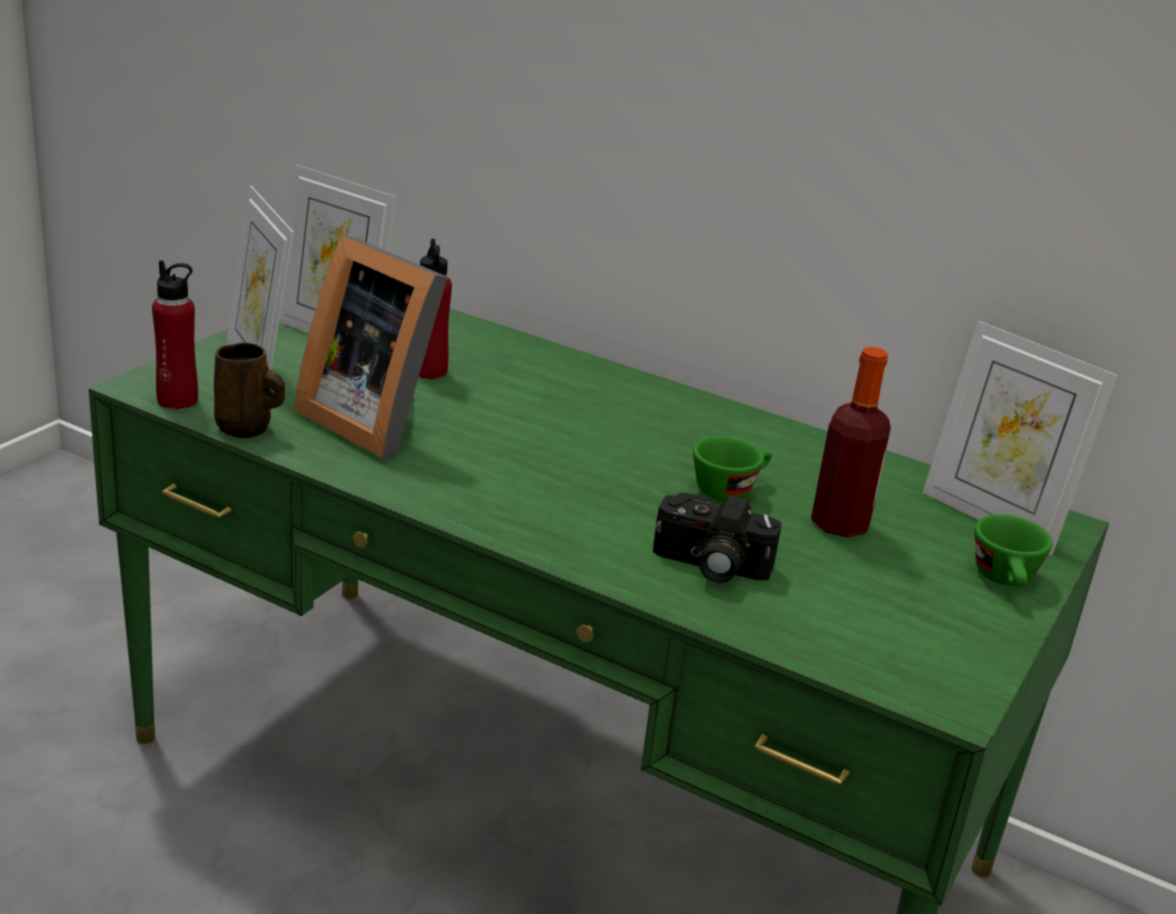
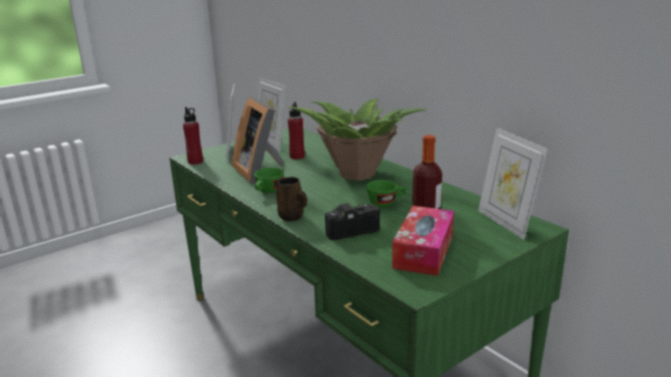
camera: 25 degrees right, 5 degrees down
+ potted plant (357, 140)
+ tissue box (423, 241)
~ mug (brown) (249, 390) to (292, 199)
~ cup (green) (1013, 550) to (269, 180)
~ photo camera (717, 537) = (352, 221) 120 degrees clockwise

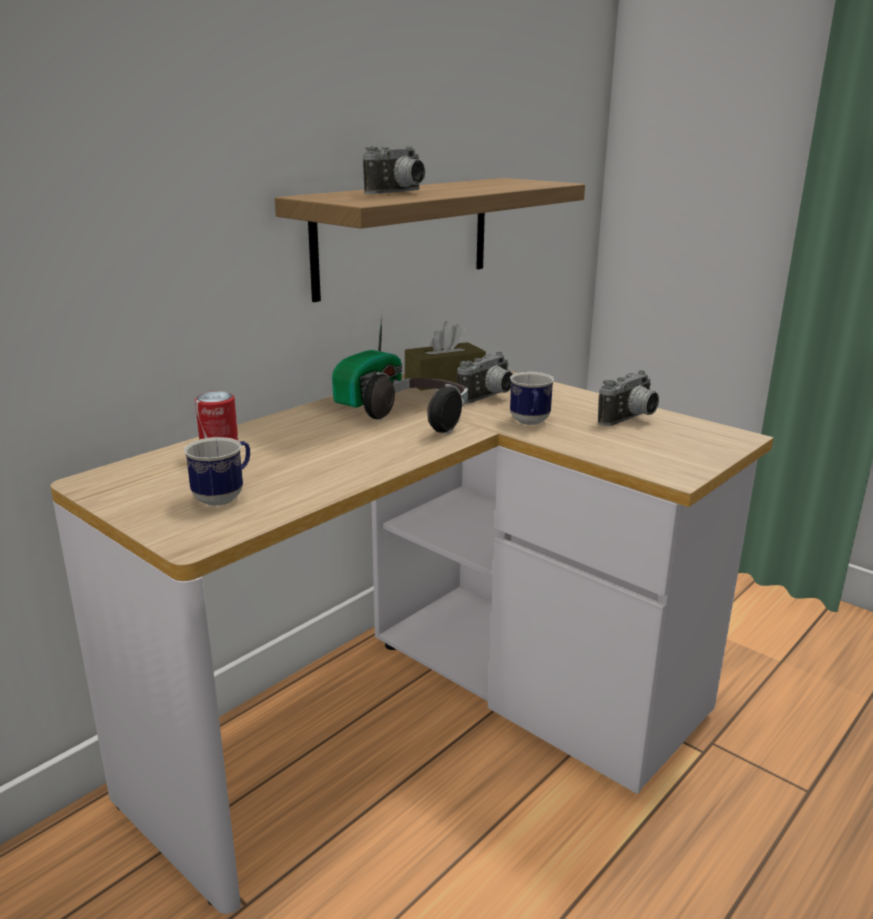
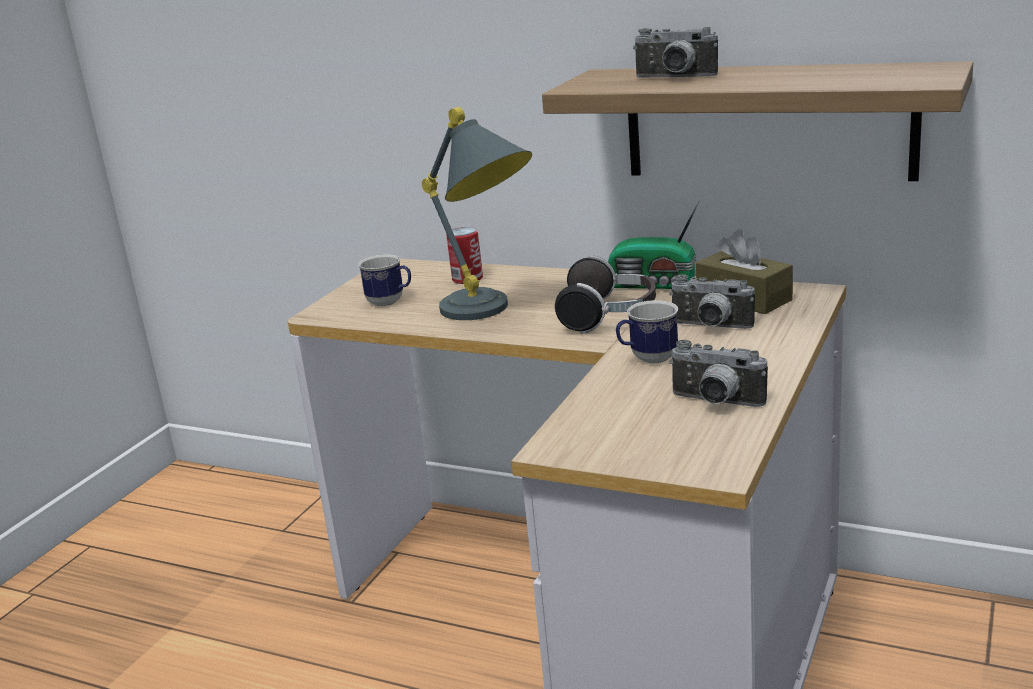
camera: 75 degrees right, 0 degrees up
+ table lamp (grey) (477, 213)

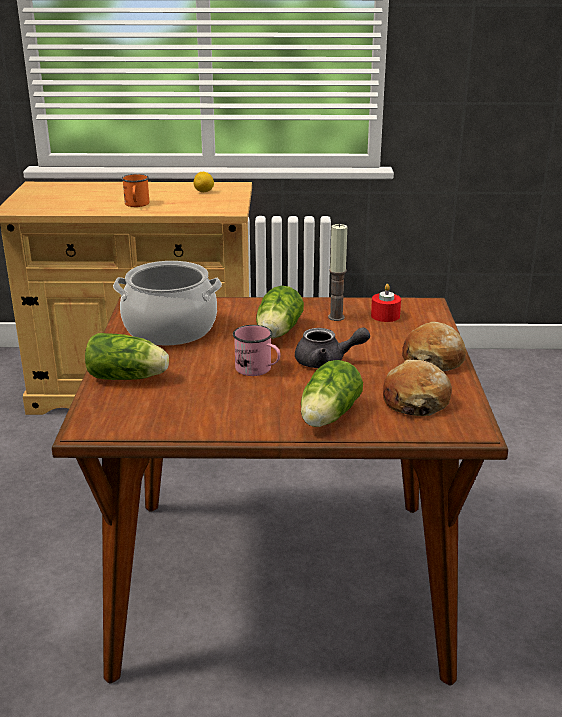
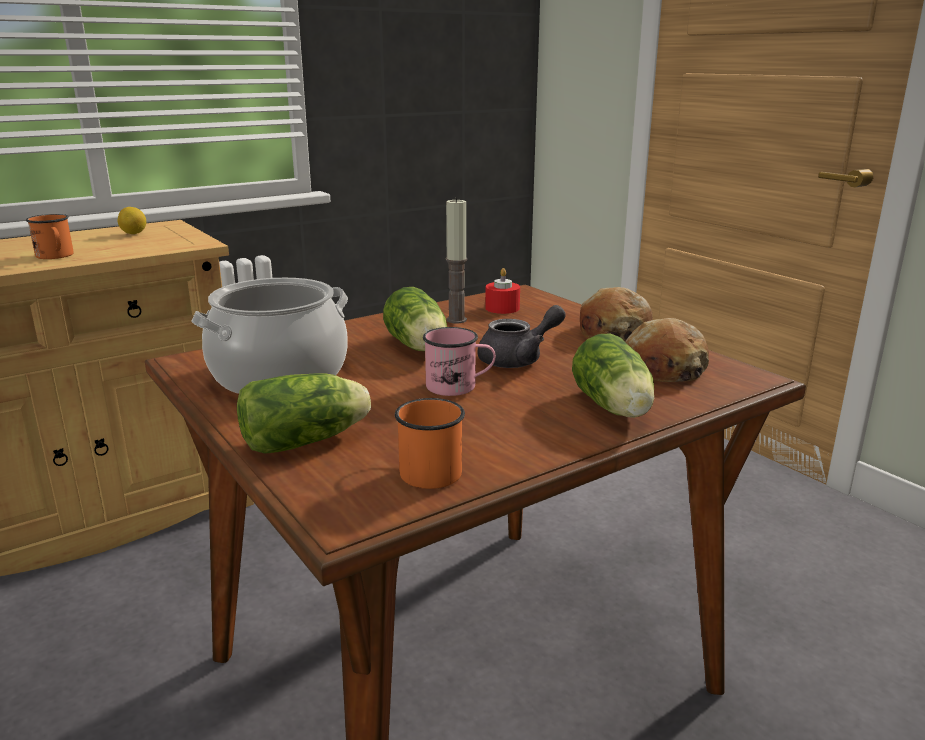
camera: 35 degrees left, 5 degrees down
+ mug (orange) (430, 443)

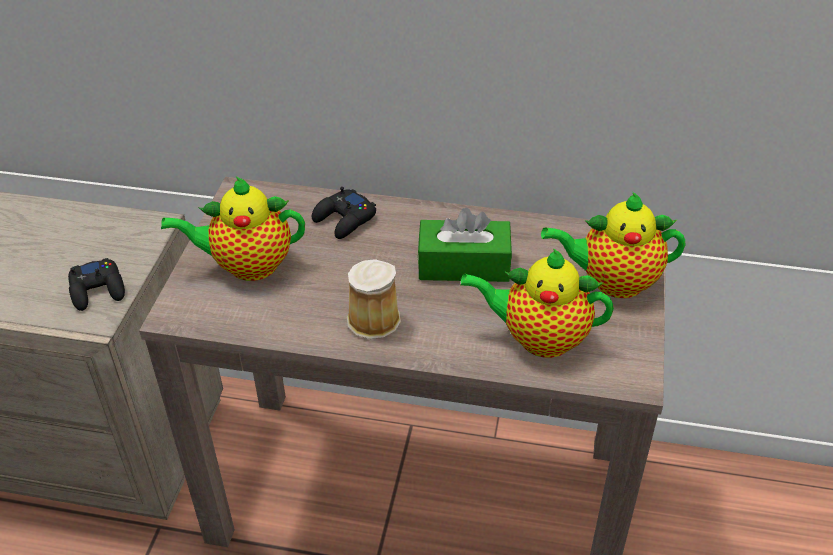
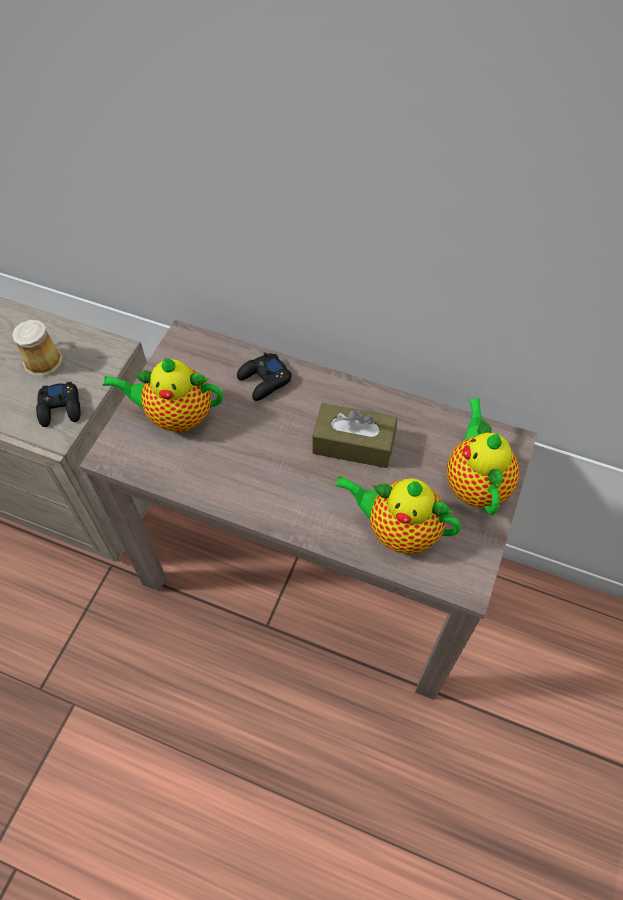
camera: 10 degrees right, 15 degrees up
~ mug (374, 299) to (37, 347)
~ tissue box (green) (465, 245) to tissue box (brown) (354, 435)
~ teapot (613, 245) = (483, 456) 75 degrees clockwise

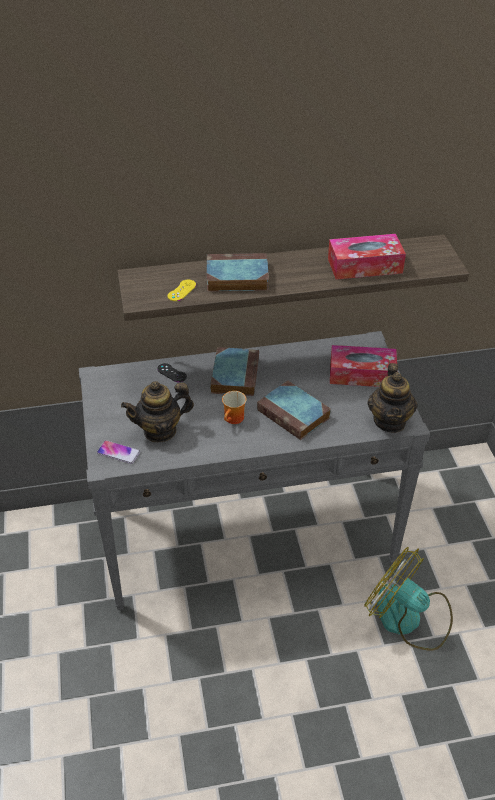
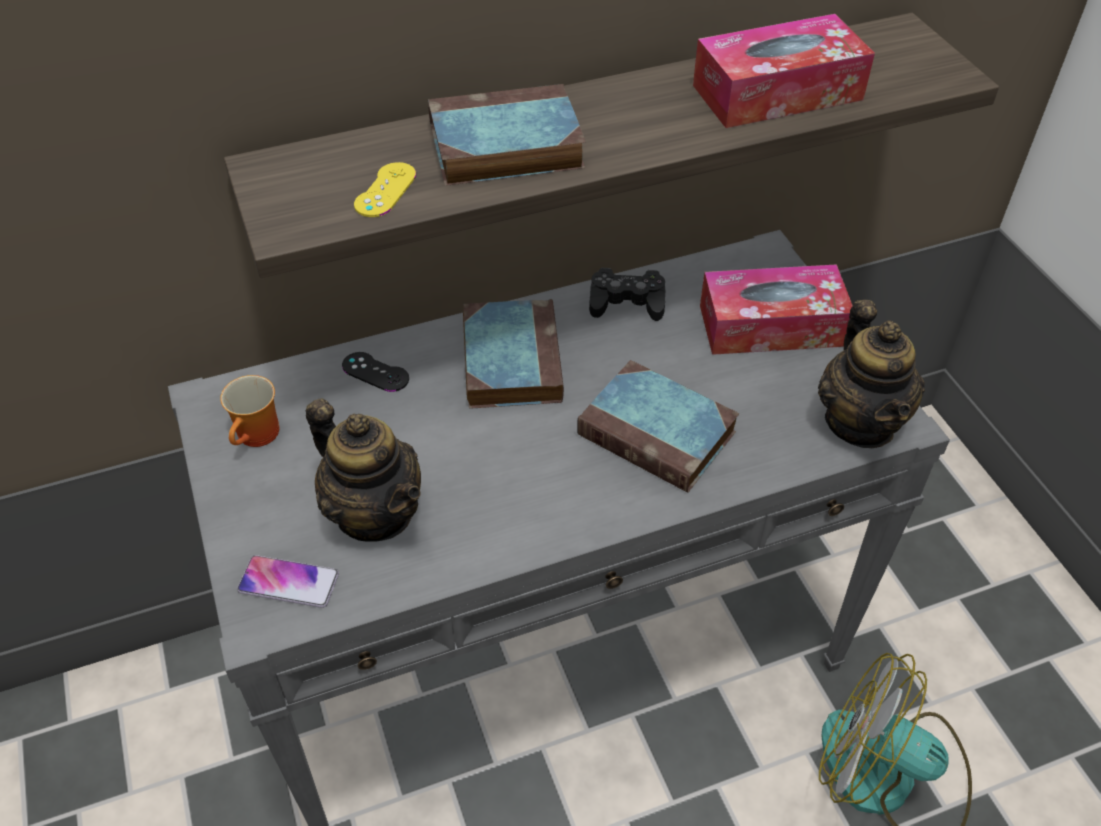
camera: 10 degrees left, 5 degrees up
+ game controller (black) (627, 294)
~ mug (234, 407) to (249, 411)
~ teapot (157, 411) = (363, 470) 105 degrees counterclockwise

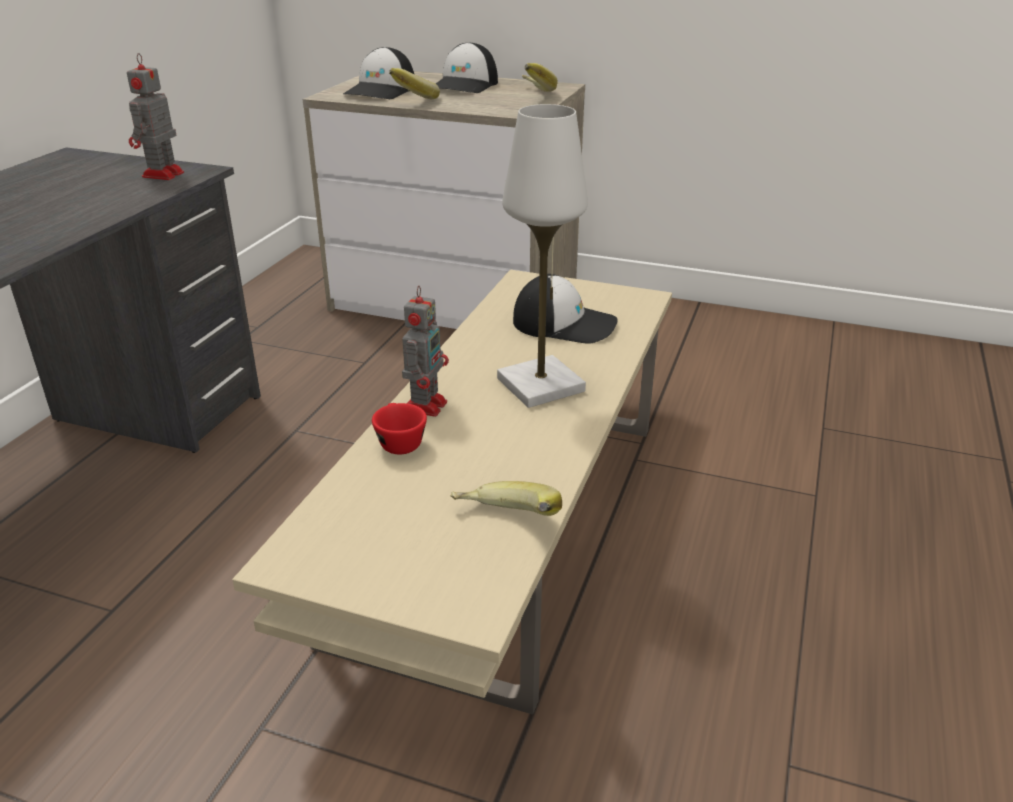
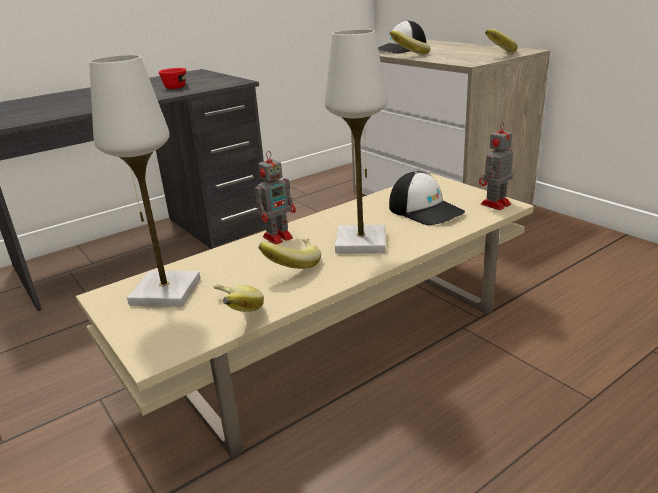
camera: 35 degrees right, 5 degrees down
- cap (467, 67)
+ table lamp (white) (144, 181)
+ banana (290, 253)
~ toy robot (155, 116) to (496, 166)
~ cup (red) (399, 428) to (172, 78)

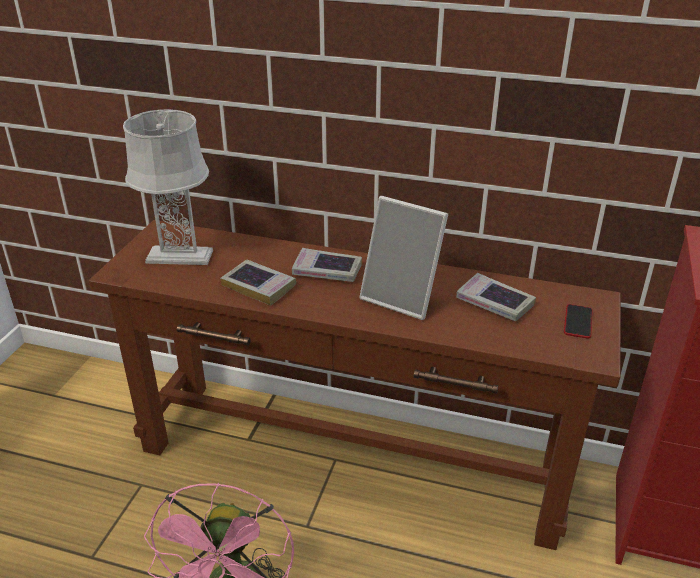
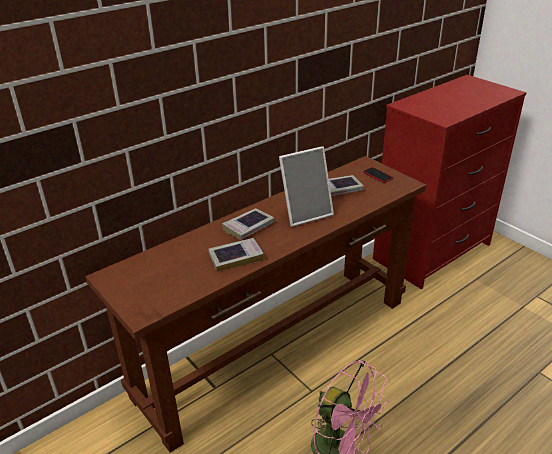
camera: 55 degrees left, 0 degrees up
- table lamp (grey) (168, 187)

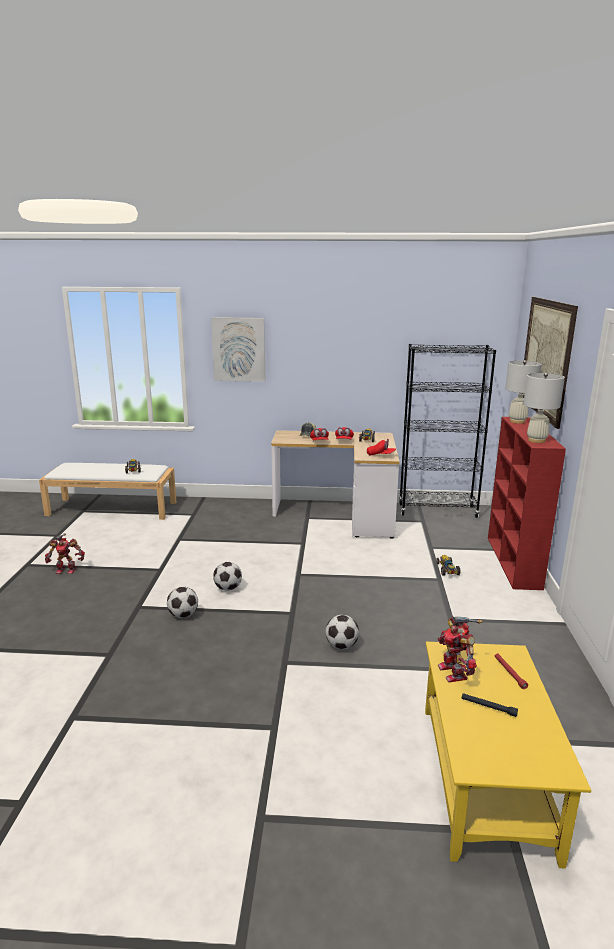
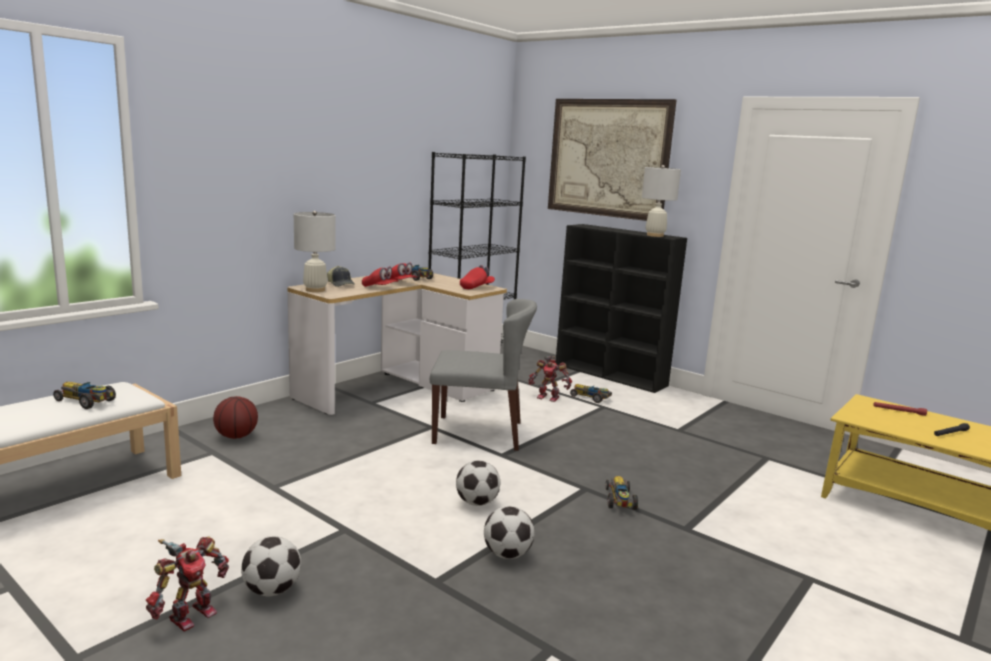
camera: 55 degrees left, 5 degrees down
- picture (238, 349)
+ basketball (235, 417)
+ chair (grey) (483, 375)
+ toy car (622, 493)
~ football (342, 632) to (271, 566)
~ toy robot (460, 649) to (550, 379)
~ table lamp (white) (523, 392) to (315, 251)
~ bookcase (red) (527, 503) to bookcase (black) (621, 308)

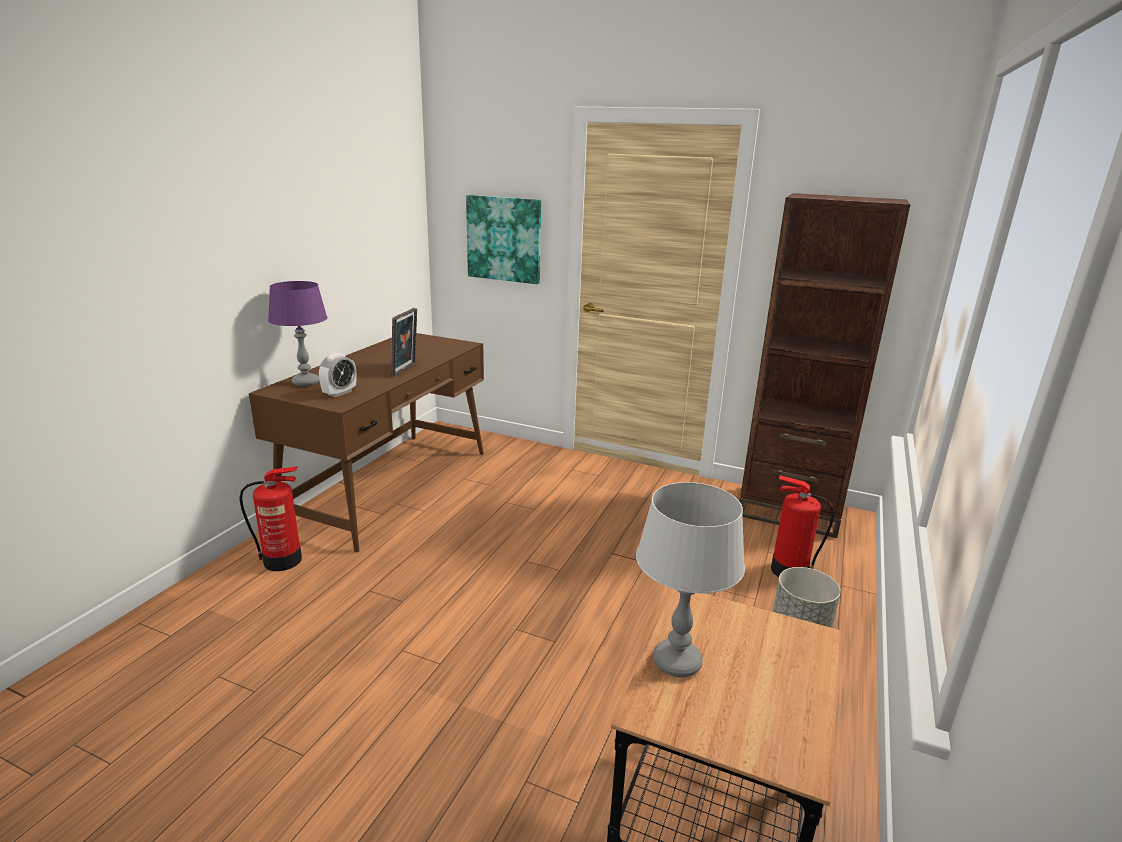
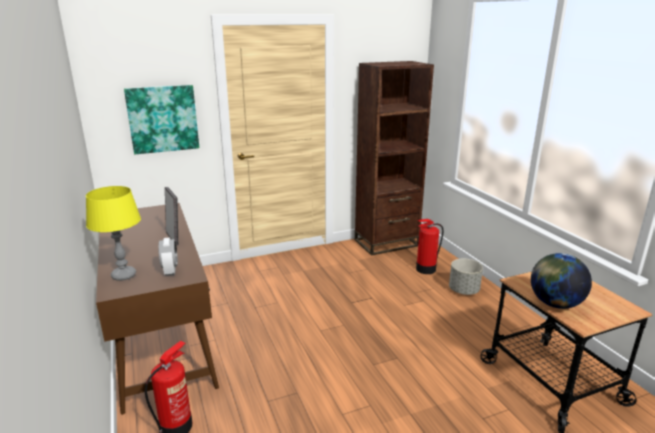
camera: 45 degrees left, 0 degrees up
~ table lamp (grey) (690, 580) to globe (561, 281)
~ table lamp (purple) (298, 333) to table lamp (yellow) (113, 233)

